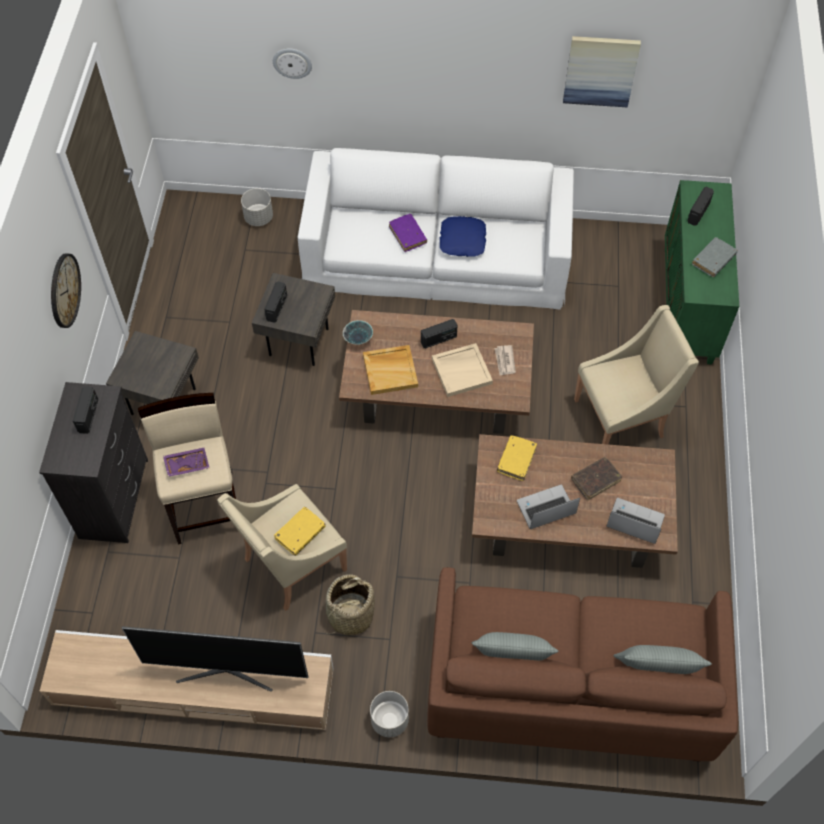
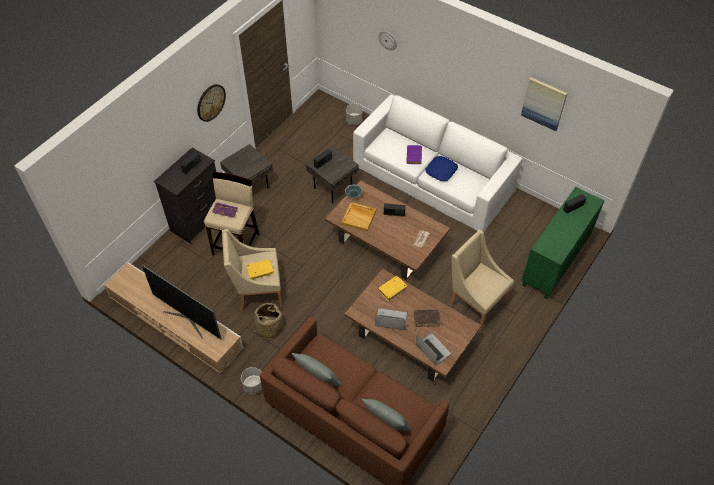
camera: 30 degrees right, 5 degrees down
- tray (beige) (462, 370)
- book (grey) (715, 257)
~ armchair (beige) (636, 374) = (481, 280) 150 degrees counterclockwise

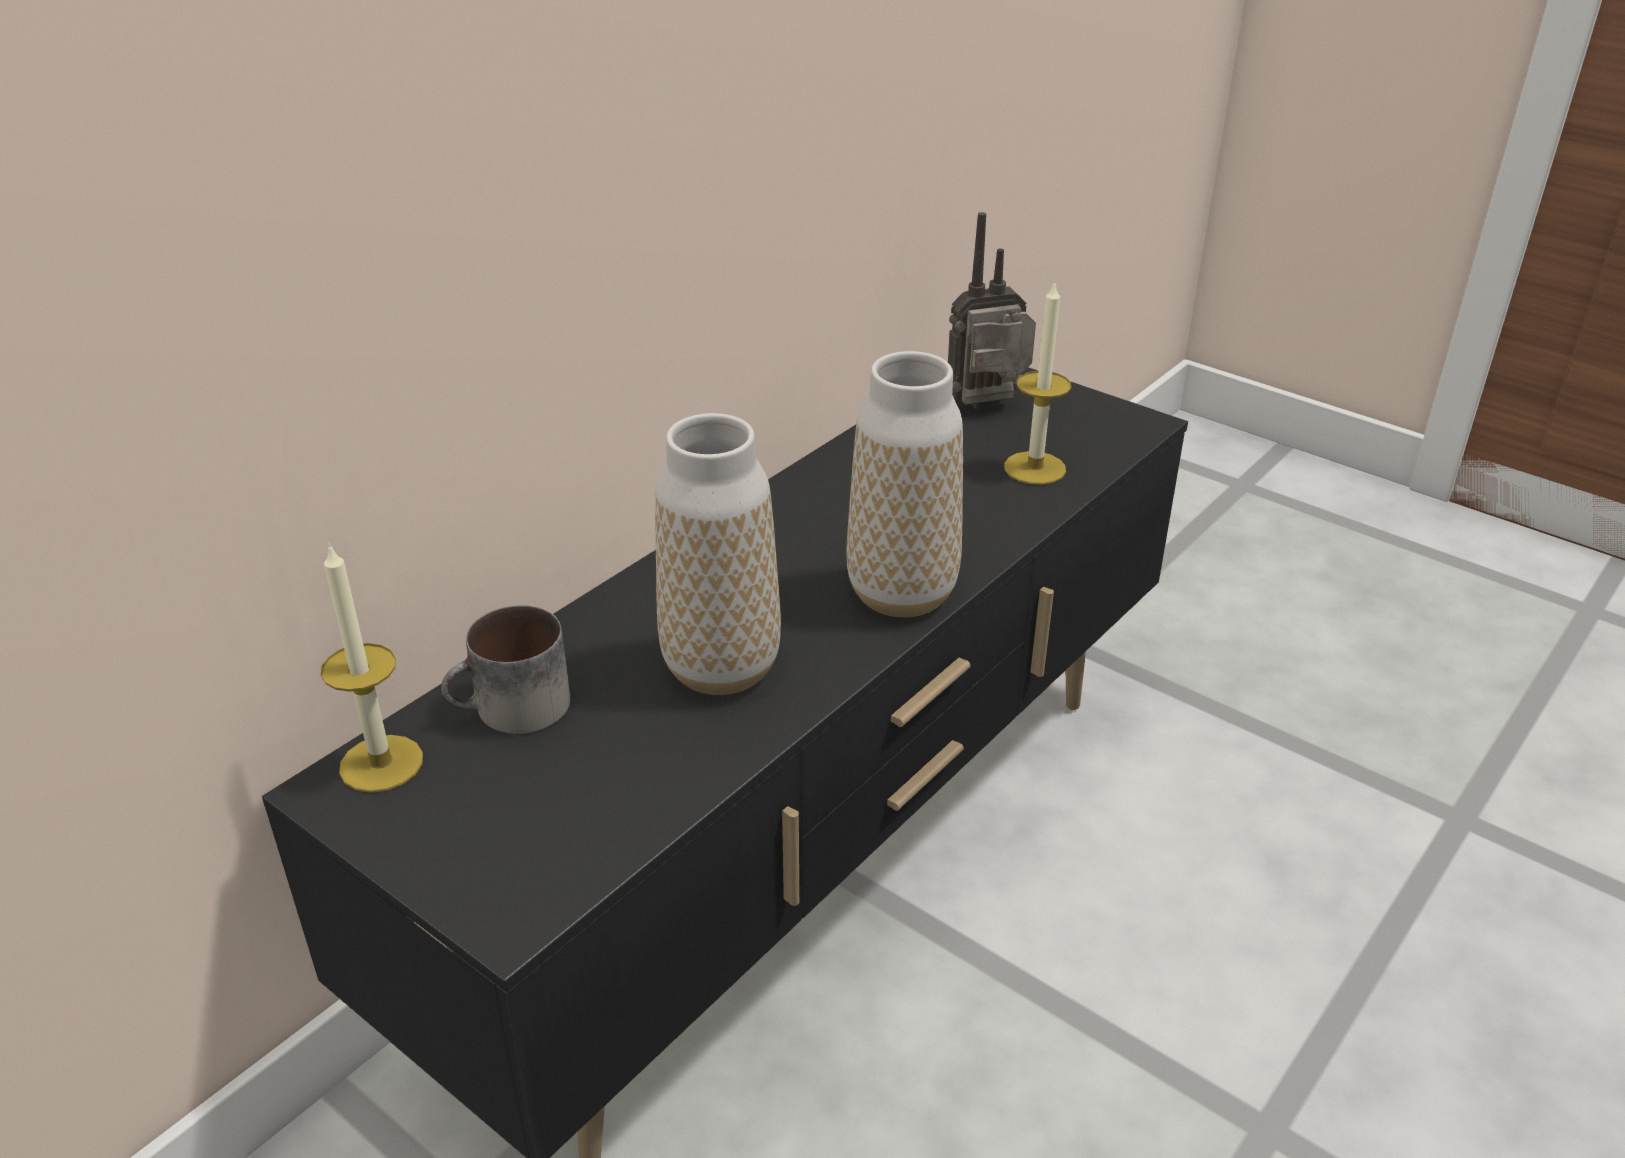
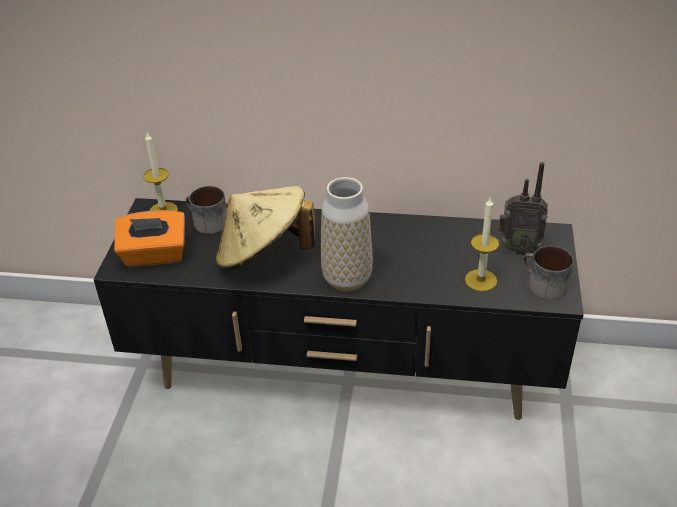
camera: 60 degrees right, 5 degrees up
+ tissue box (orange) (149, 238)
+ mug (548, 272)
~ vase (718, 554) to hat (beige) (265, 228)
~ radio (992, 310) = (523, 208) 150 degrees clockwise

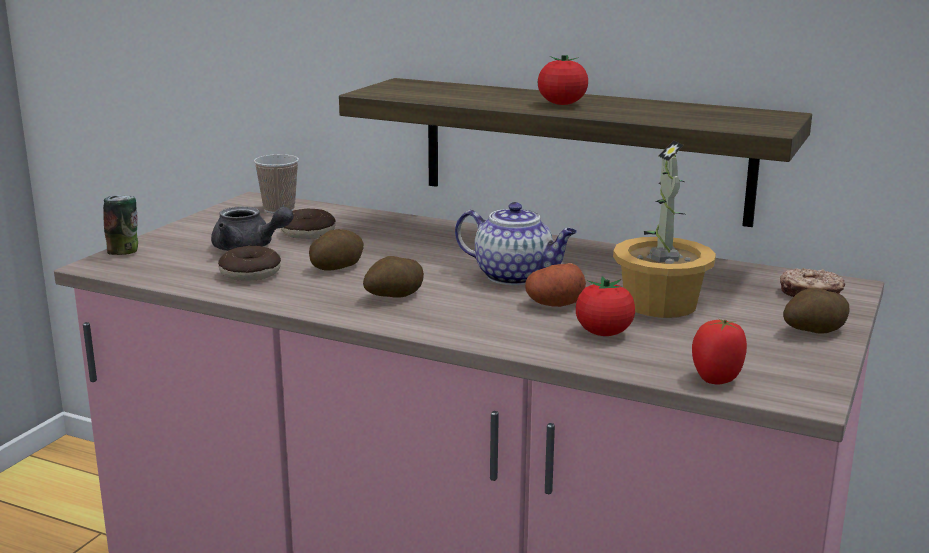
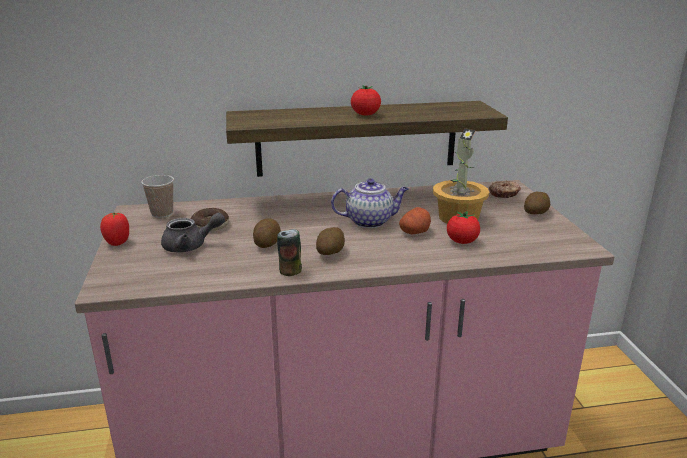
camera: 35 degrees left, 5 degrees up
- donut (249, 263)
~ can (120, 225) to (289, 252)
~ tomato (719, 352) to (114, 229)

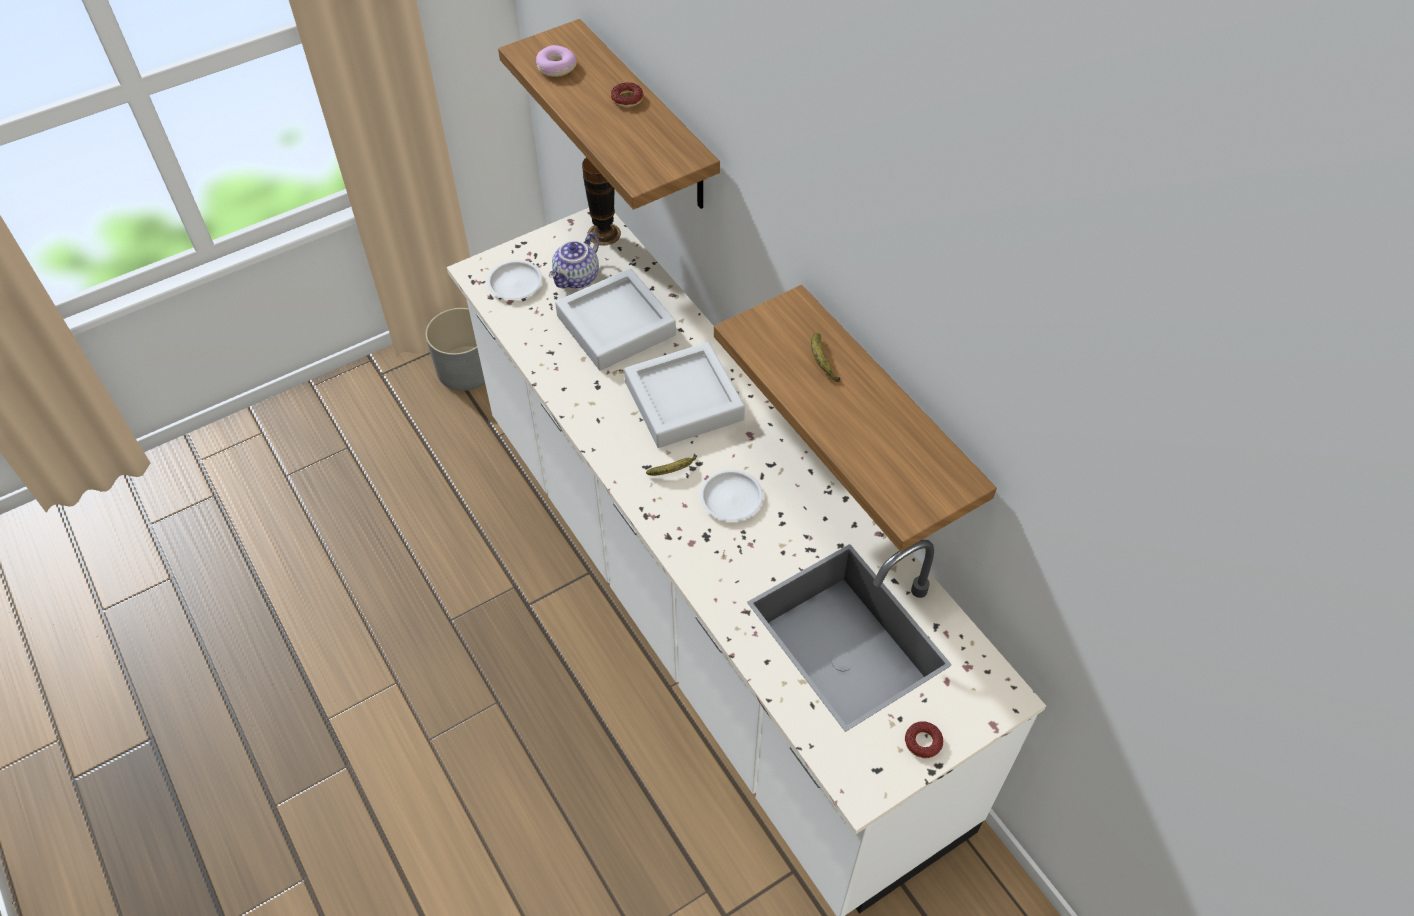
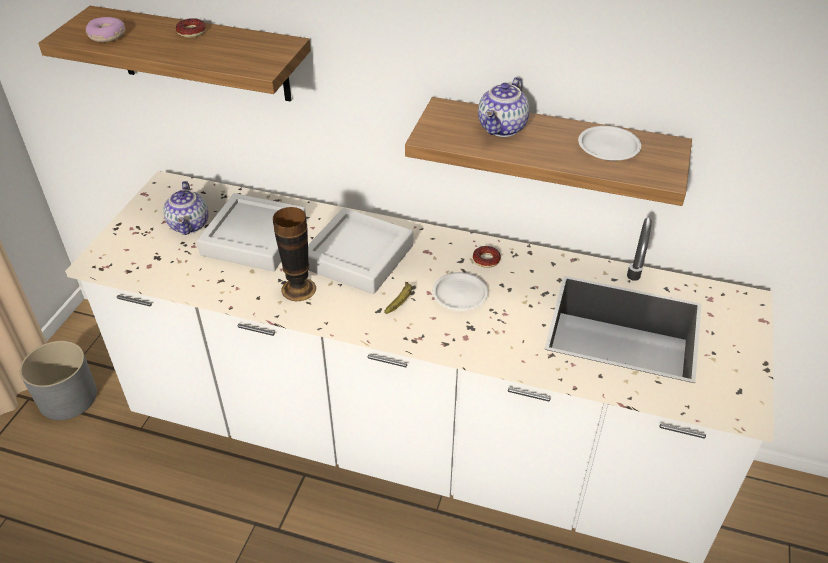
camera: 40 degrees left, 10 degrees down
~ plate (white) (515, 280) to (609, 143)
~ vase (601, 201) to (294, 254)
~ donut (924, 739) to (487, 257)
~ banana (825, 357) to teapot (503, 107)

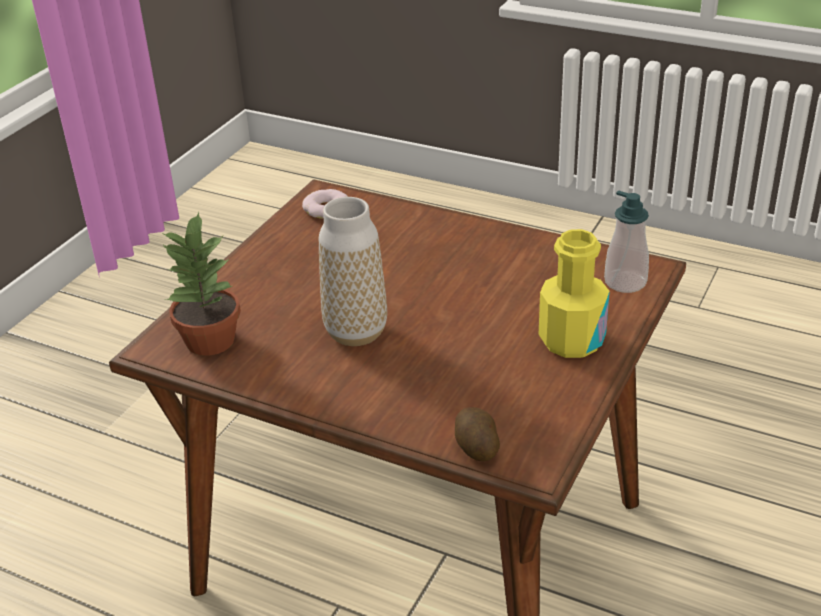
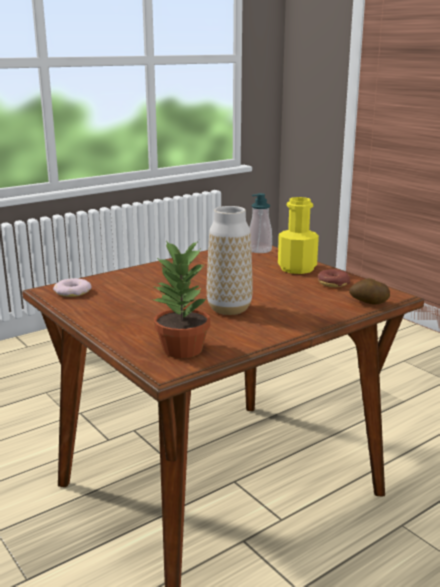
camera: 65 degrees left, 15 degrees down
+ donut (334, 278)

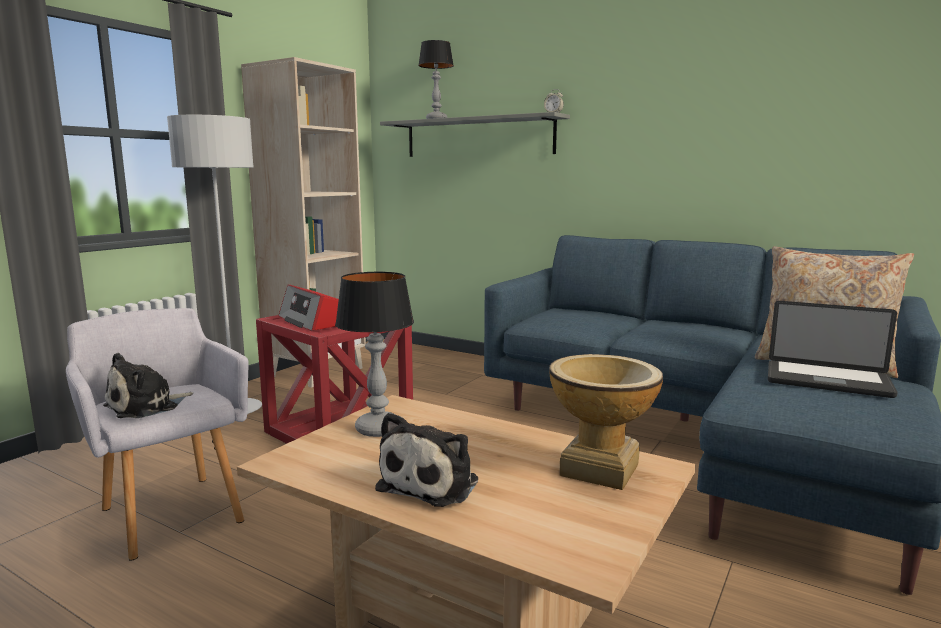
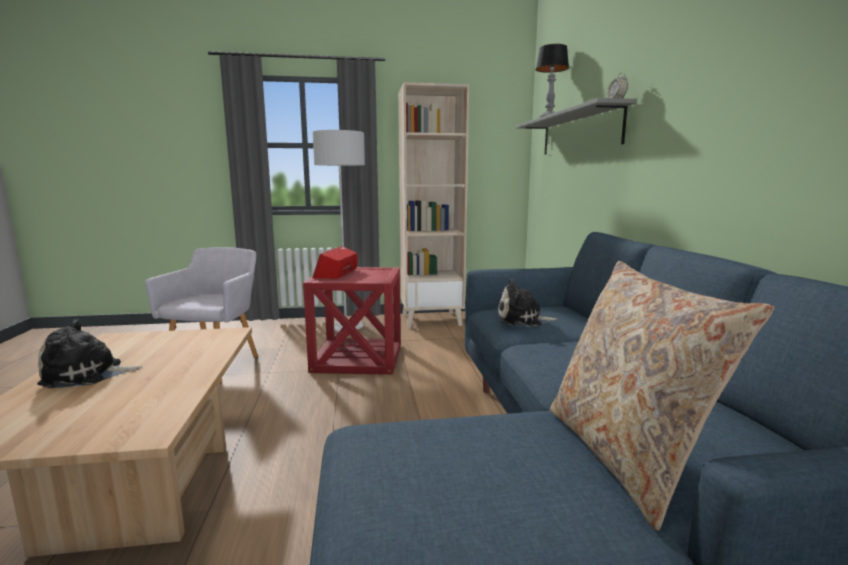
camera: 50 degrees right, 0 degrees up
- table lamp (374, 354)
- vase (606, 422)
- laptop (833, 349)
~ plush toy (148, 385) to (528, 302)

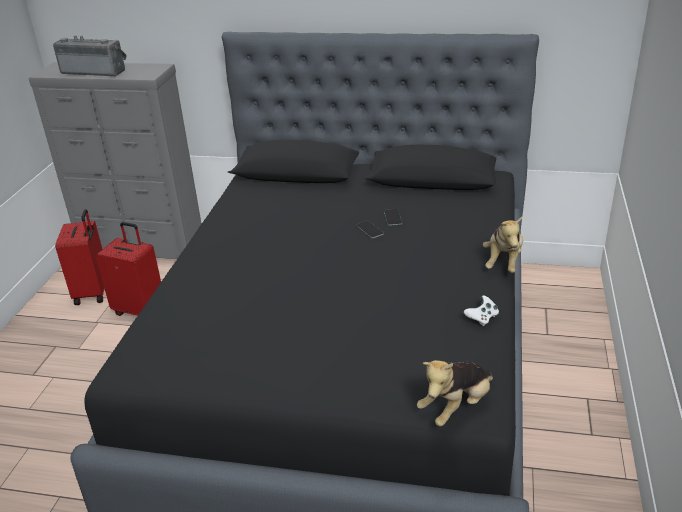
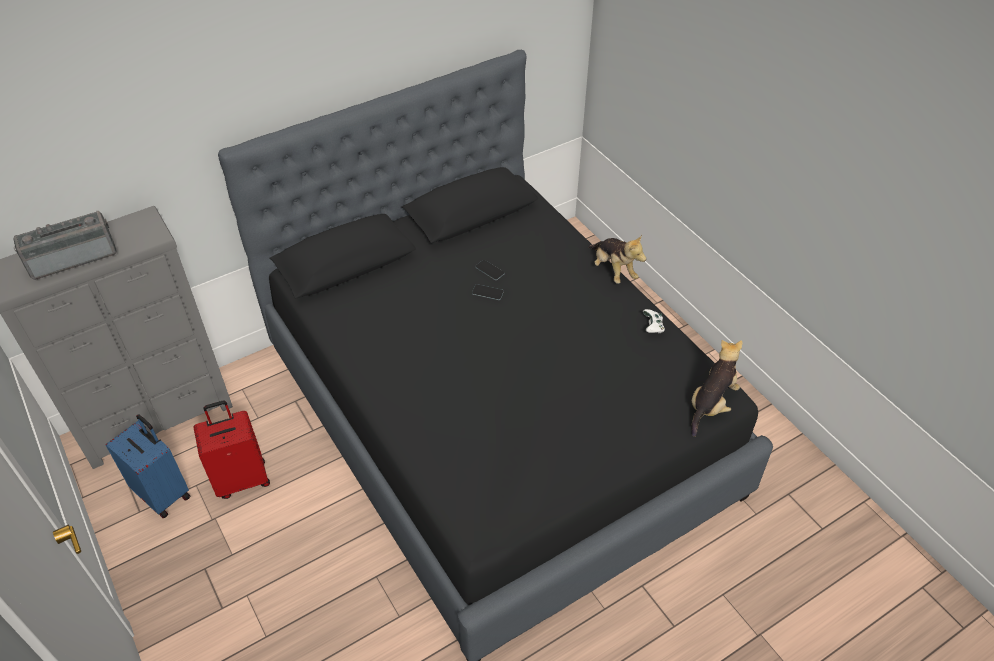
camera: 45 degrees left, 15 degrees up
~ suitcase (red) (79, 257) to suitcase (blue) (147, 466)
~ plush toy (455, 393) = (717, 388) 150 degrees counterclockwise

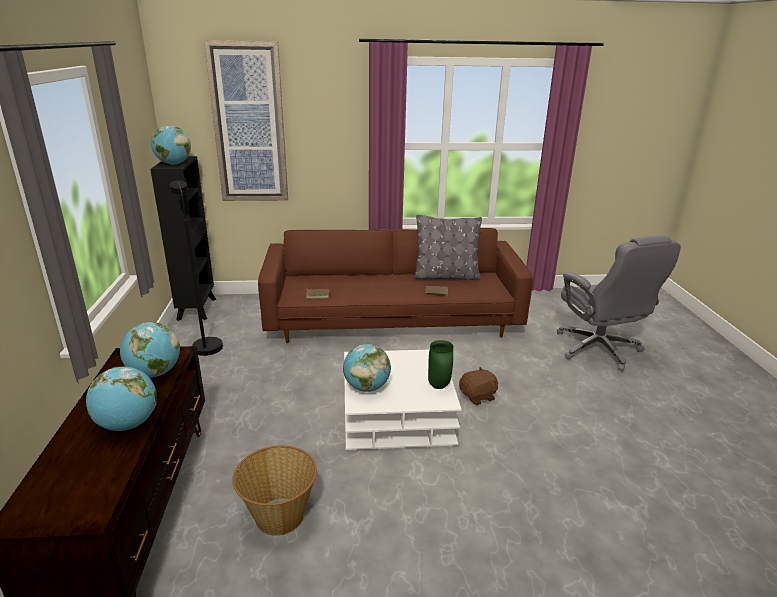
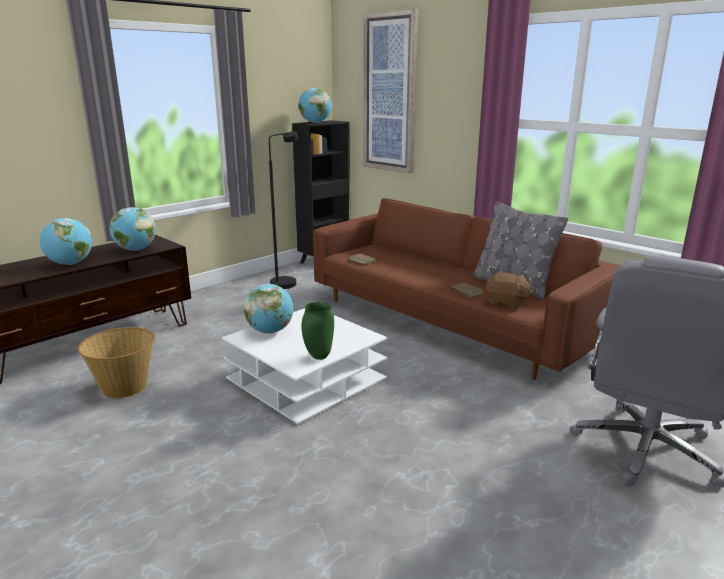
camera: 50 degrees right, 5 degrees down
~ plush toy (brown) (479, 386) to (509, 290)

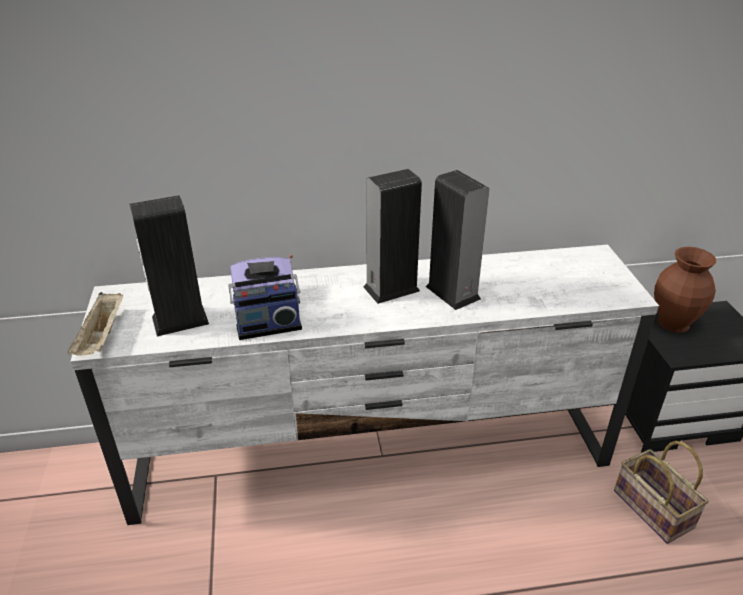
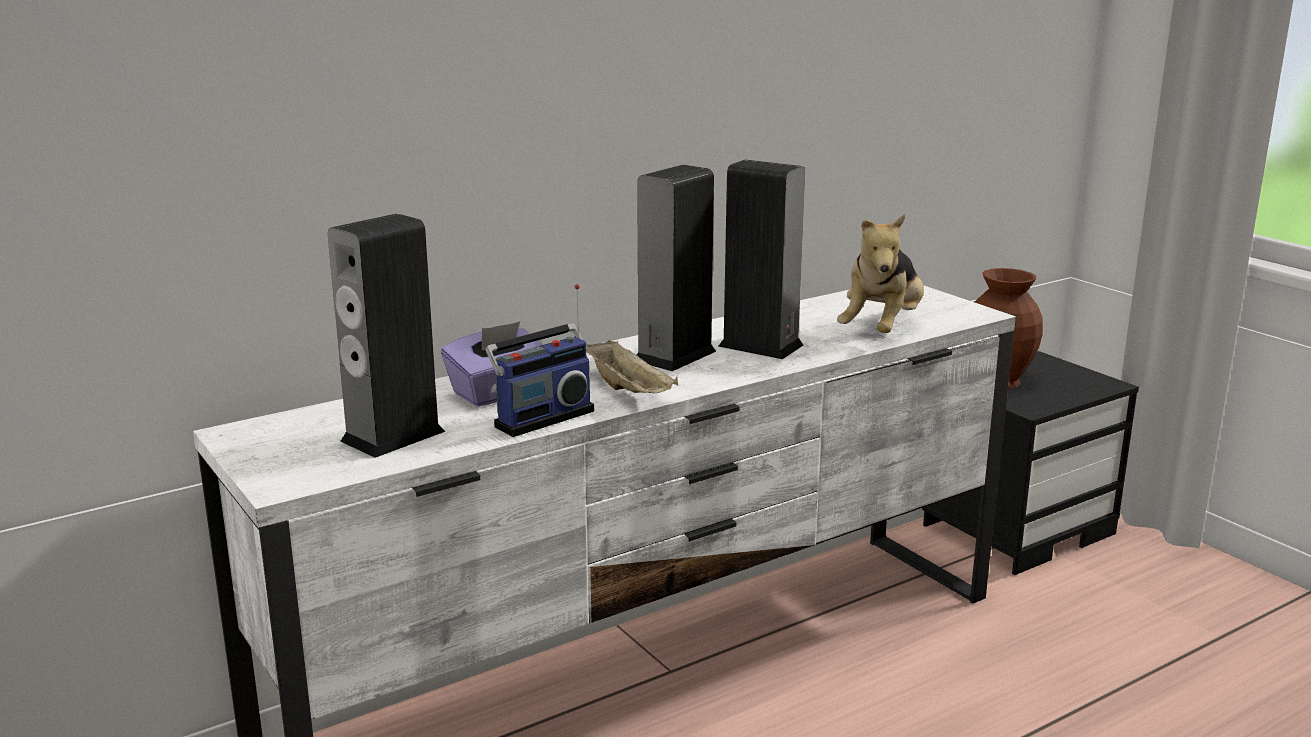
camera: 25 degrees left, 15 degrees down
- basket (661, 492)
+ plush toy (880, 273)
~ tray (beige) (95, 324) to (632, 366)

